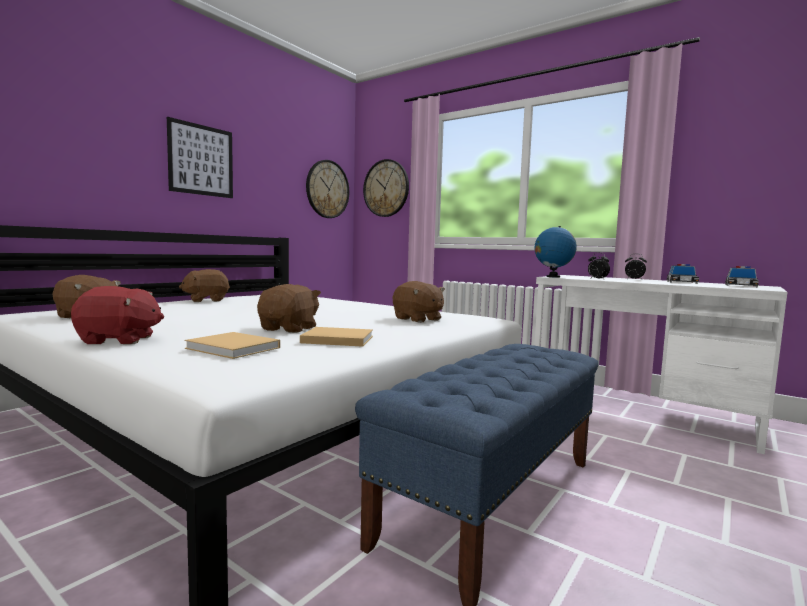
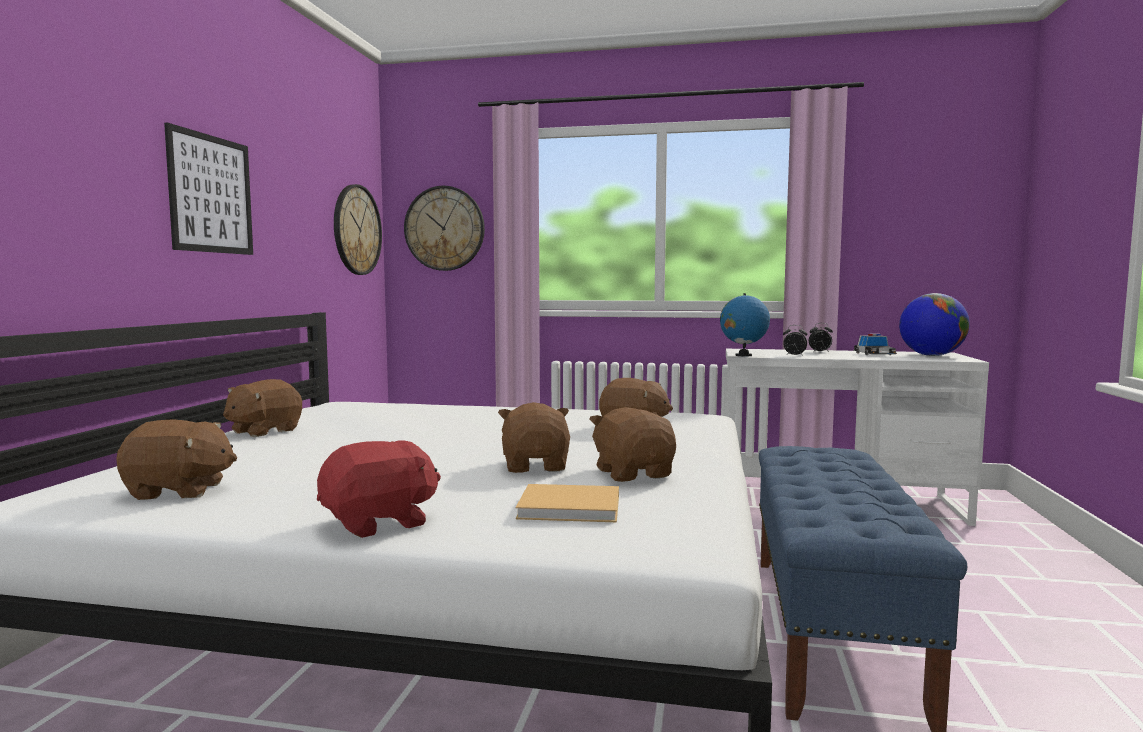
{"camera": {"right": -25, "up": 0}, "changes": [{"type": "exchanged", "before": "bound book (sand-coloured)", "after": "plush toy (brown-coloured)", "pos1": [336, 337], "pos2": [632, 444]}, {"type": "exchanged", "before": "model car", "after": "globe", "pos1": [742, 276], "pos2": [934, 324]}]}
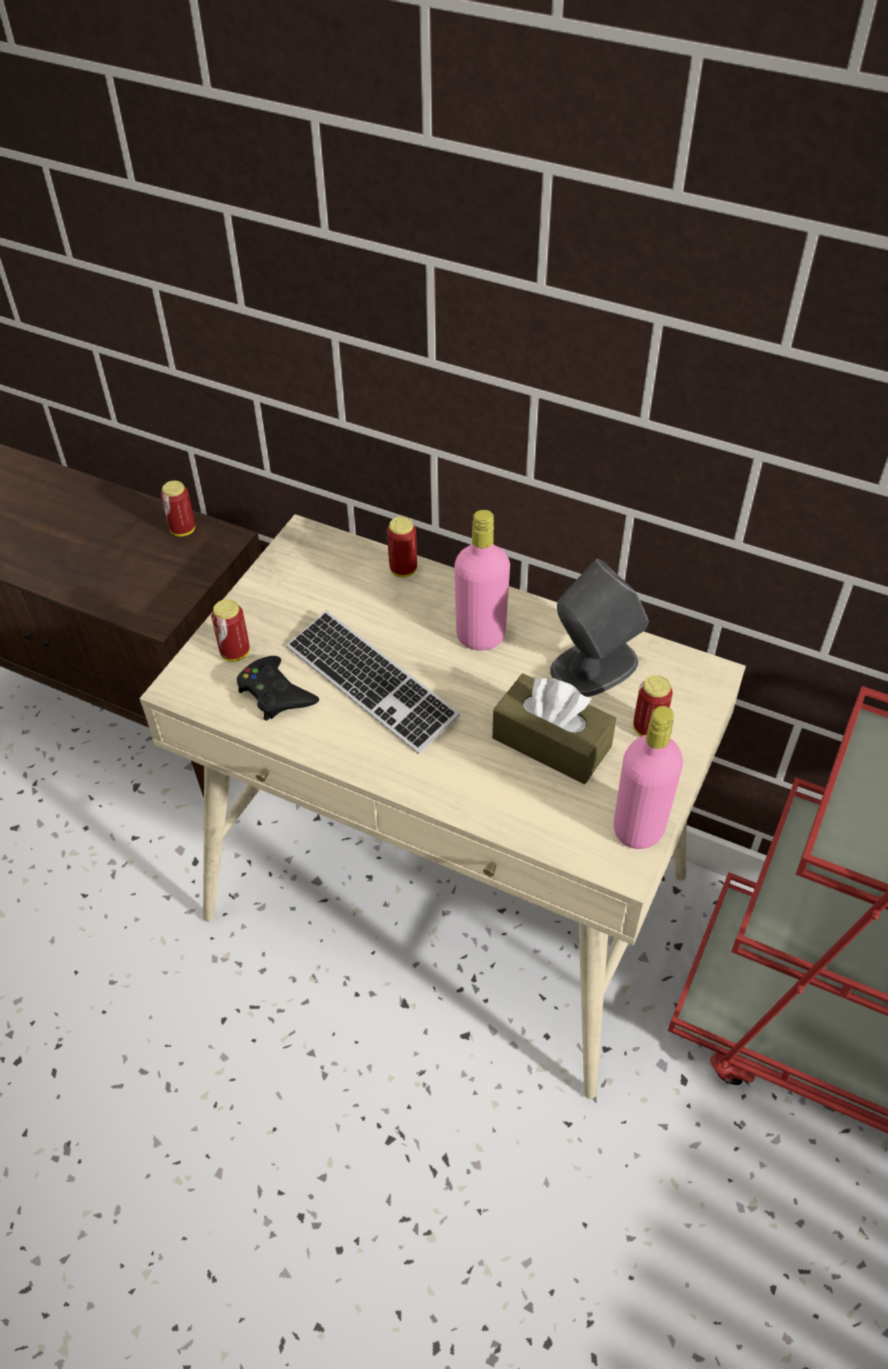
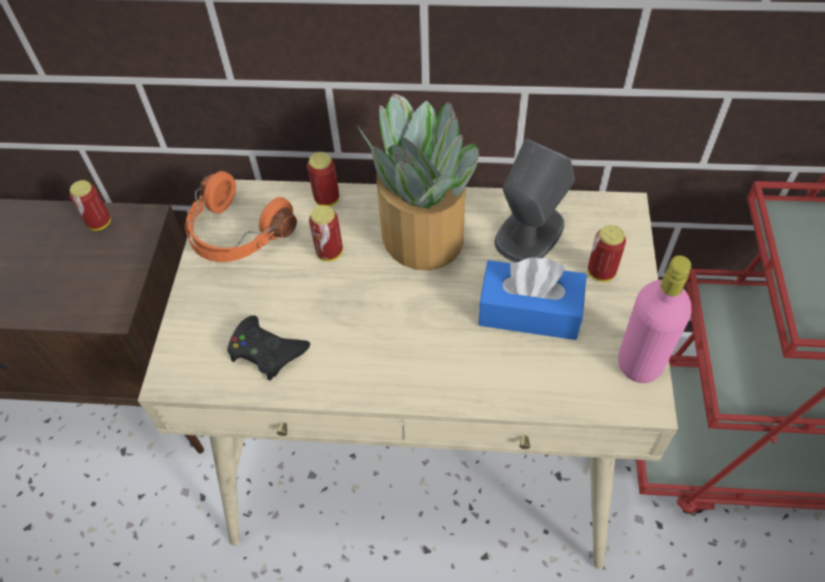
{"camera": {"right": -20, "up": 5}, "changes": [{"type": "appeared", "after": "headset (orange-coloured)", "pos2": [241, 216]}, {"type": "relocated", "before": "can", "pos1": [230, 630], "pos2": [326, 233]}, {"type": "exchanged", "before": "bottle (pink)", "after": "houseplant", "pos1": [482, 580], "pos2": [417, 182]}, {"type": "colour", "before": "box of tissues (brown-coloured)", "after": "box of tissues (blue)", "pos1": [554, 728], "pos2": [532, 298]}, {"type": "missing", "before": "PC keyboard", "pos1": [373, 682]}]}
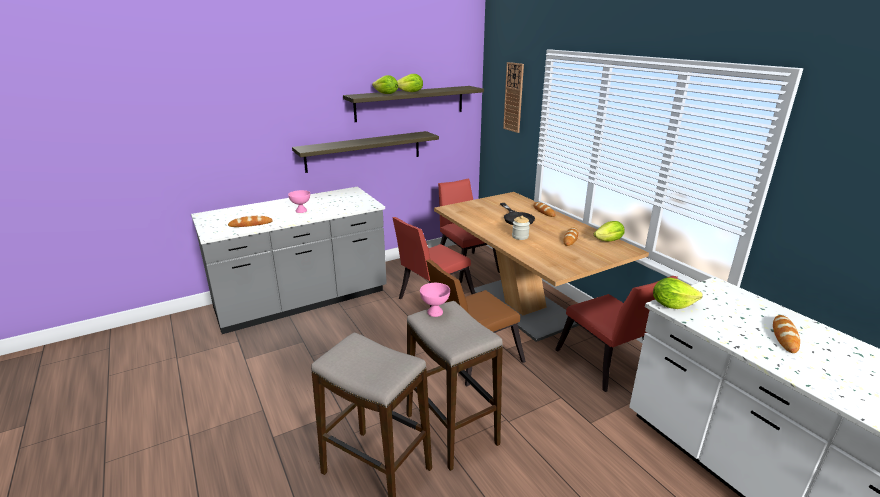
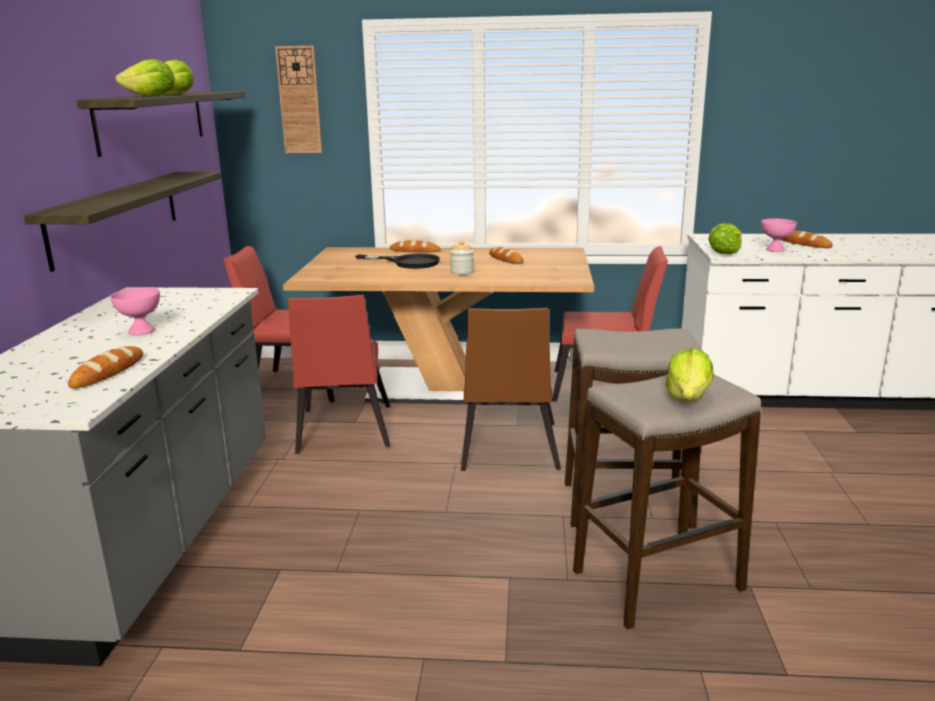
{"camera": {"right": -55, "up": -5}, "changes": [{"type": "relocated", "before": "lettuce head", "pos1": [609, 231], "pos2": [690, 375]}, {"type": "relocated", "before": "bowl (pink)", "pos1": [435, 300], "pos2": [779, 235]}]}
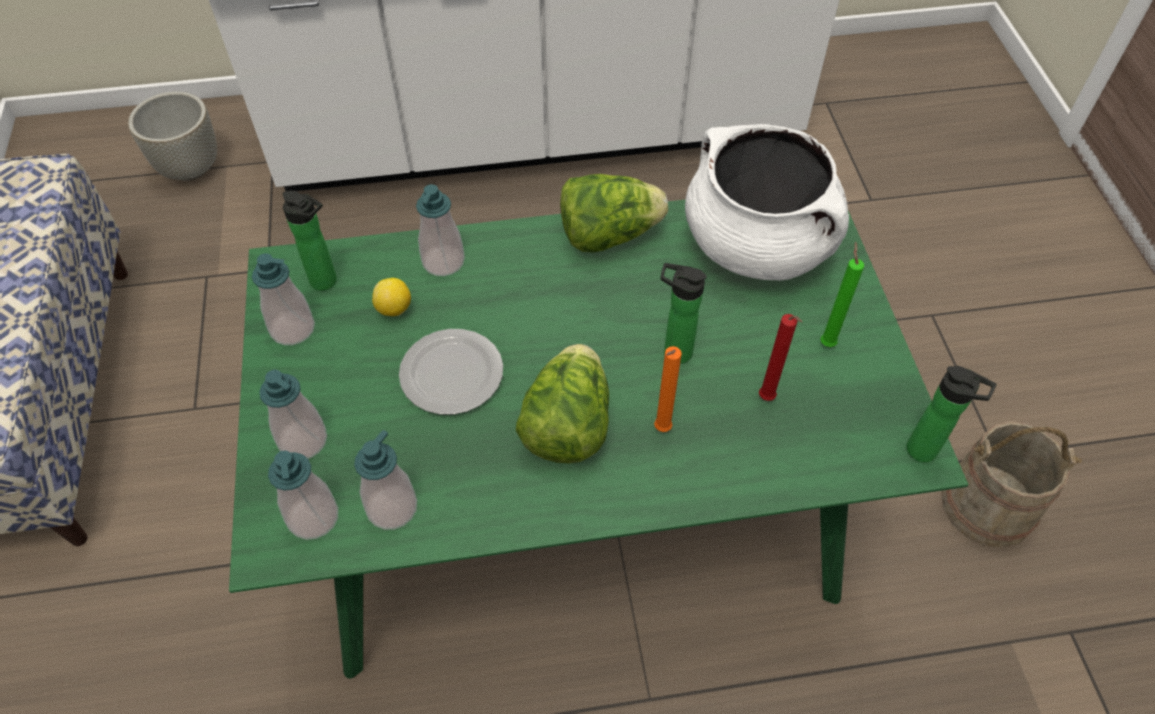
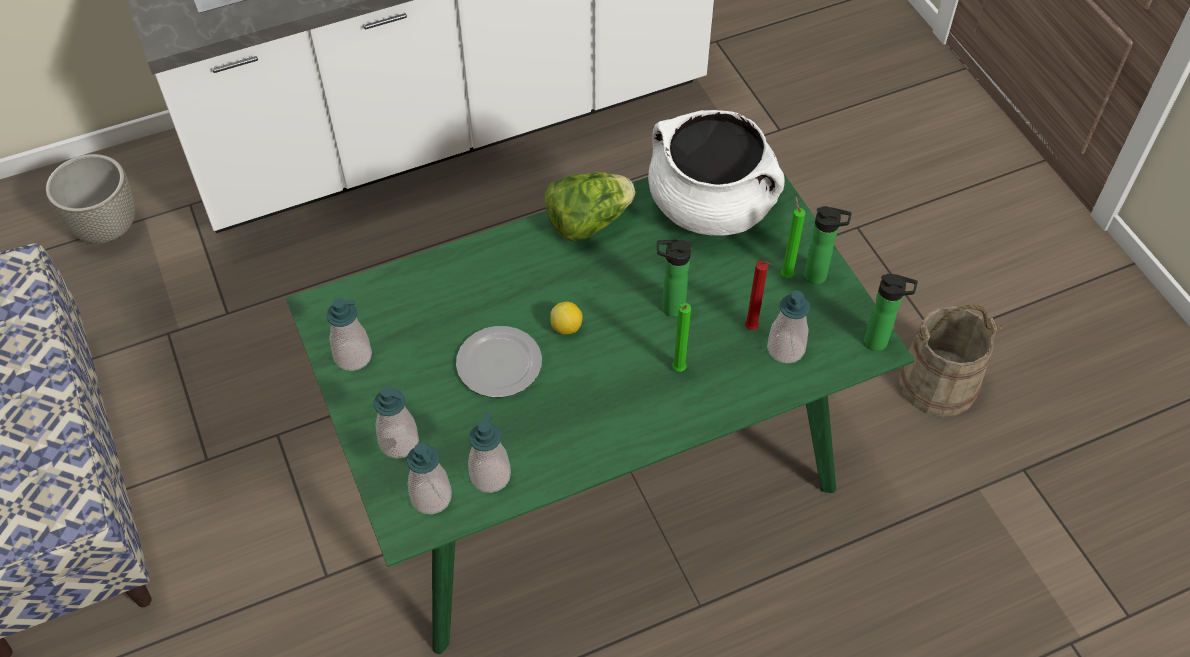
{"camera": {"right": -15, "up": 0}, "changes": [{"type": "relocated", "before": "lemon", "pos1": [391, 297], "pos2": [566, 317]}, {"type": "colour", "before": "wax candle (orange-coloured)", "after": "wax candle (green)", "pos1": [668, 389], "pos2": [681, 337]}, {"type": "relocated", "before": "soap dispenser", "pos1": [440, 230], "pos2": [788, 327]}, {"type": "relocated", "before": "bottle", "pos1": [310, 241], "pos2": [828, 245]}, {"type": "missing", "before": "lettuce head", "pos1": [562, 404]}]}
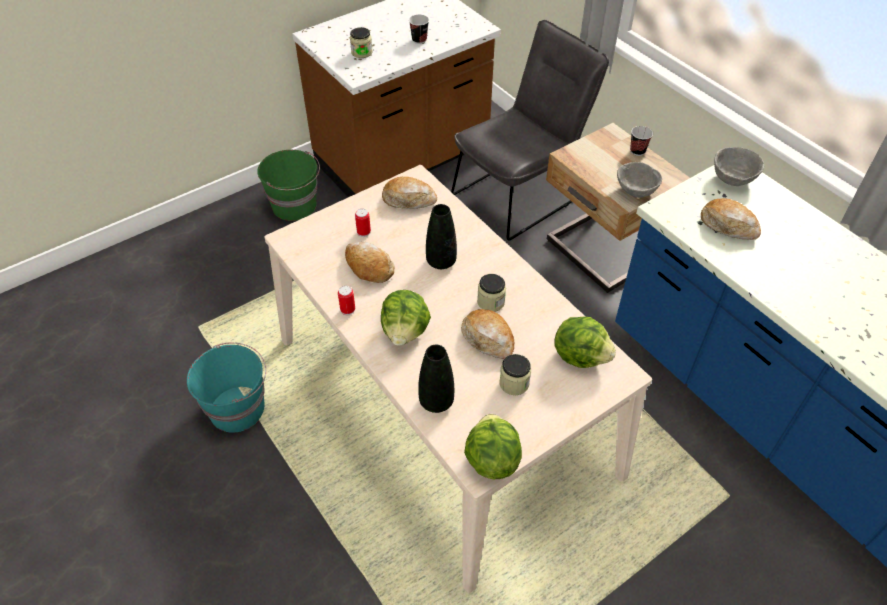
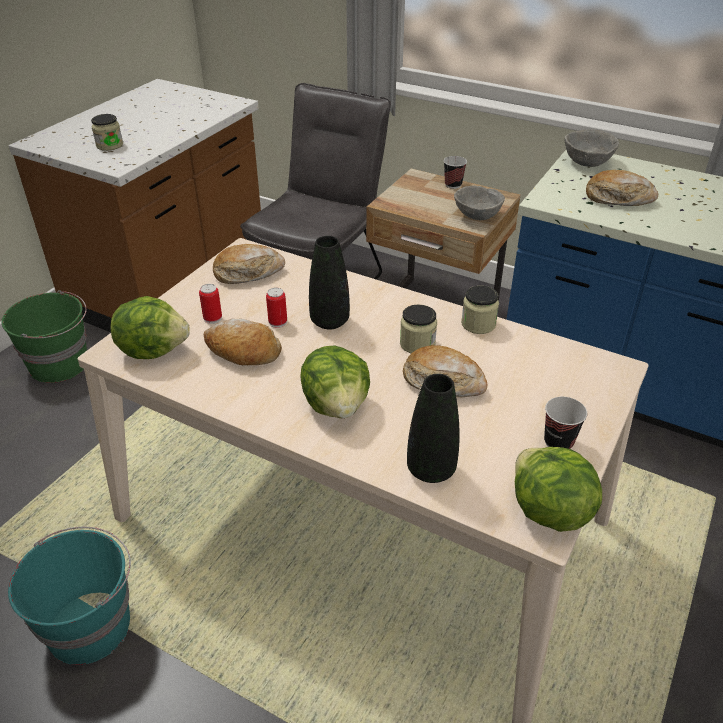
{"camera": {"right": -25, "up": -10}, "changes": [{"type": "relocated", "before": "lettuce head", "pos1": [585, 342], "pos2": [150, 327]}, {"type": "relocated", "before": "can", "pos1": [346, 300], "pos2": [276, 307]}, {"type": "relocated", "before": "jar", "pos1": [515, 374], "pos2": [480, 310]}, {"type": "relocated", "before": "cup", "pos1": [419, 29], "pos2": [565, 423]}]}
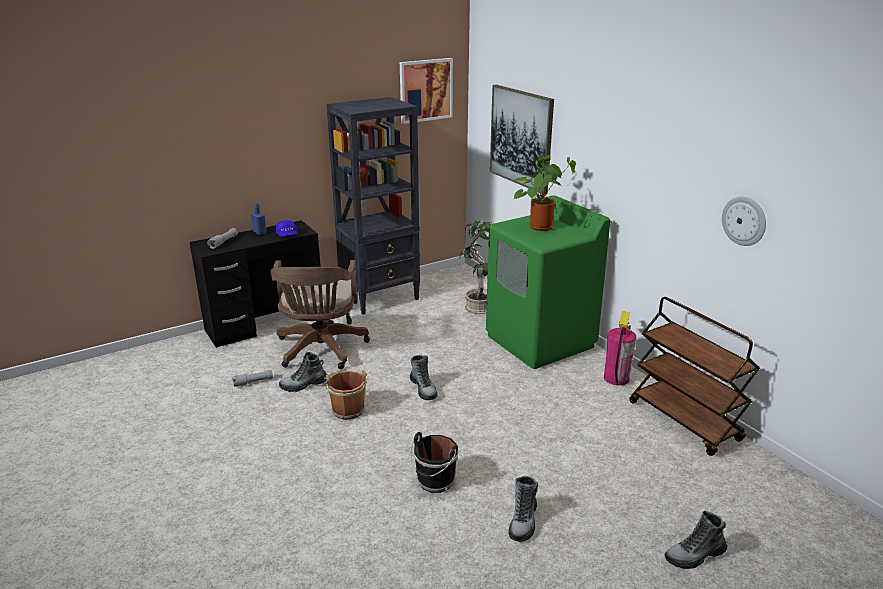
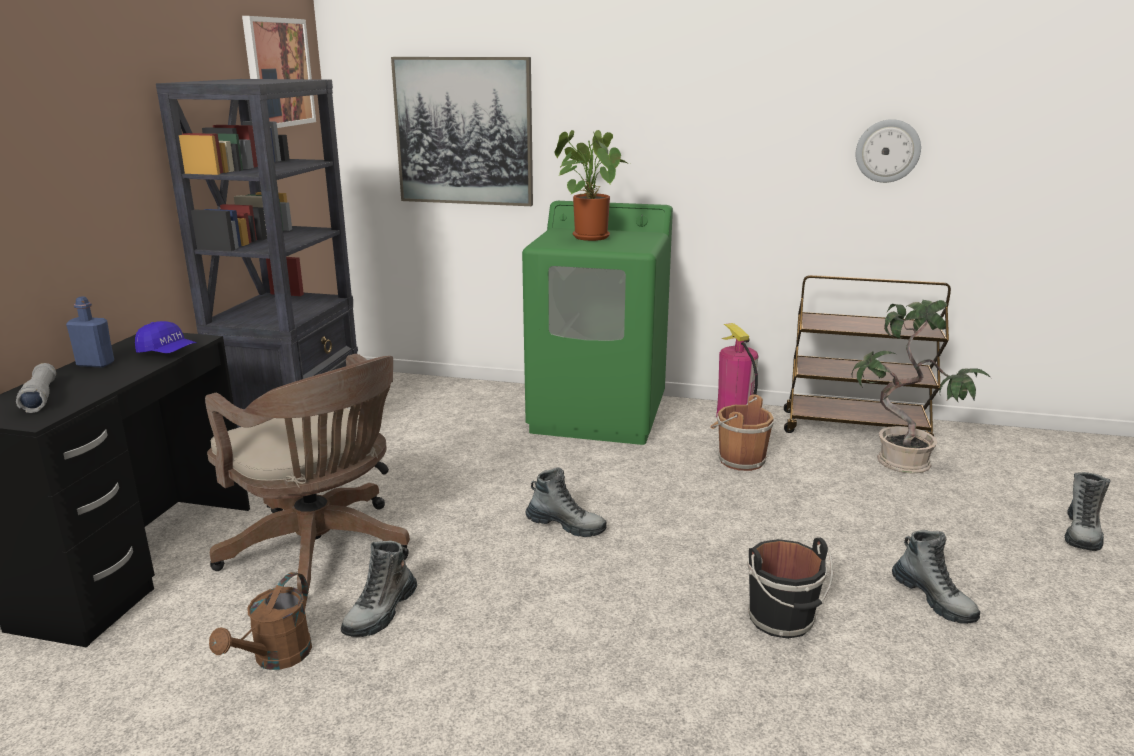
{"camera": {"right": -45, "up": -5}, "changes": [{"type": "exchanged", "before": "hand torch (greyish)", "after": "sprinkling can (brown-coloured)", "pos1": [252, 378], "pos2": [260, 621]}, {"type": "relocated", "before": "water bucket (brown-coloured)", "pos1": [345, 395], "pos2": [742, 432]}, {"type": "relocated", "before": "houseplant", "pos1": [476, 267], "pos2": [921, 387]}]}
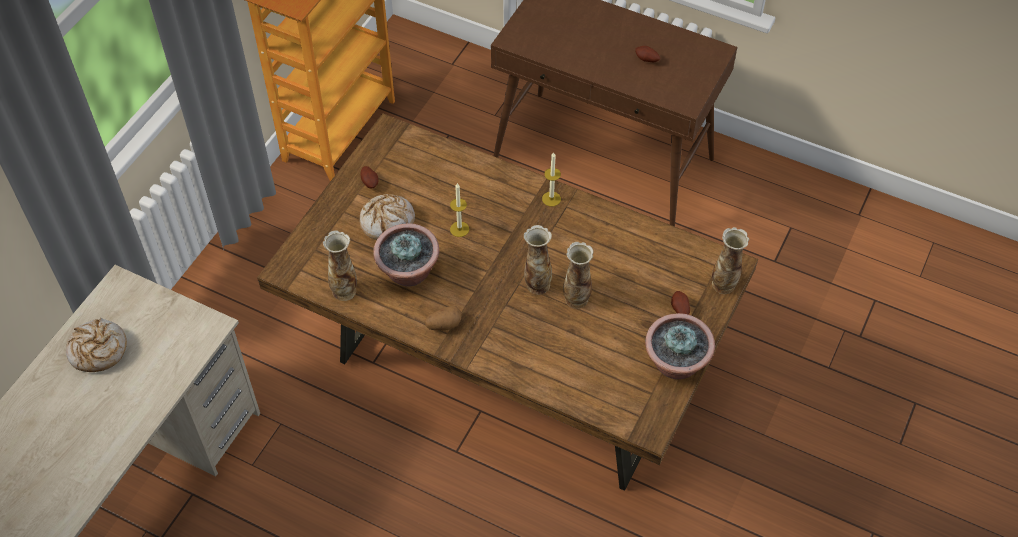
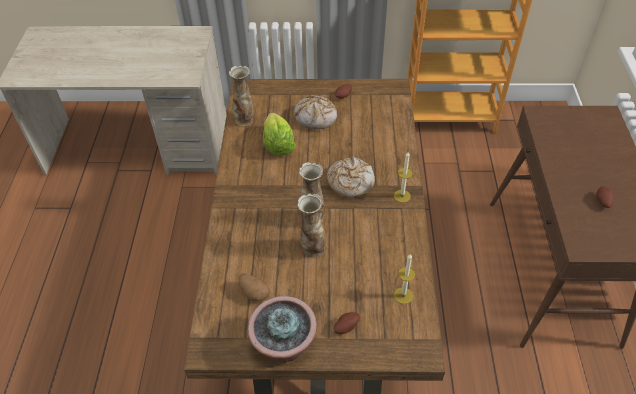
{"camera": {"right": 65, "up": -5}, "changes": [{"type": "relocated", "before": "whole potato", "pos1": [443, 318], "pos2": [254, 287]}, {"type": "exchanged", "before": "houseplant", "after": "lettuce head", "pos1": [406, 254], "pos2": [279, 134]}, {"type": "relocated", "before": "baked bread", "pos1": [96, 345], "pos2": [351, 176]}, {"type": "relocated", "before": "wax candle", "pos1": [459, 210], "pos2": [405, 278]}, {"type": "missing", "before": "decorative vase", "pos1": [730, 260]}]}
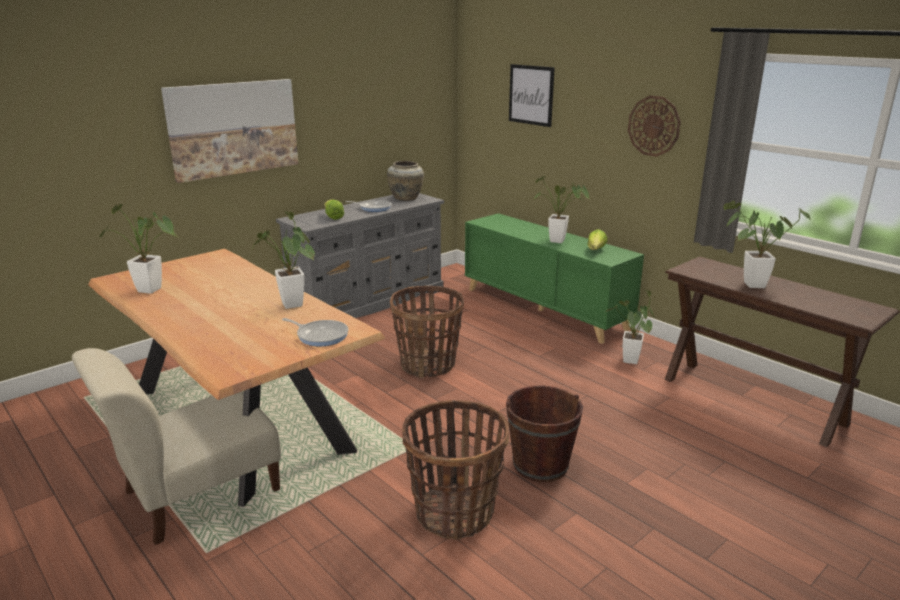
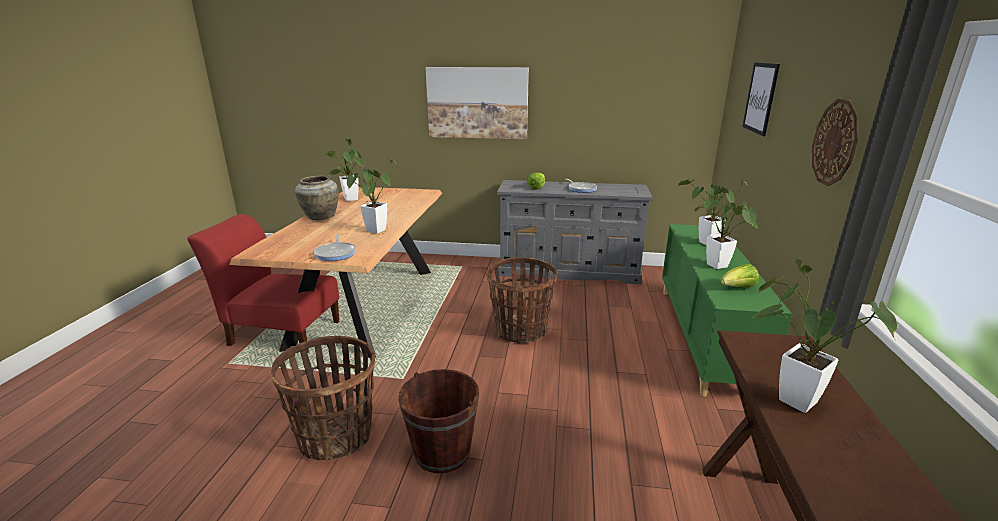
{"camera": {"right": 50, "up": 0}, "changes": [{"type": "colour", "before": "plain chair (sand-coloured)", "after": "plain chair (red)", "pos1": [176, 446], "pos2": [263, 283]}, {"type": "relocated", "before": "decorative vase (sand-coloured)", "pos1": [405, 181], "pos2": [317, 198]}, {"type": "relocated", "before": "houseplant", "pos1": [629, 326], "pos2": [713, 211]}]}
